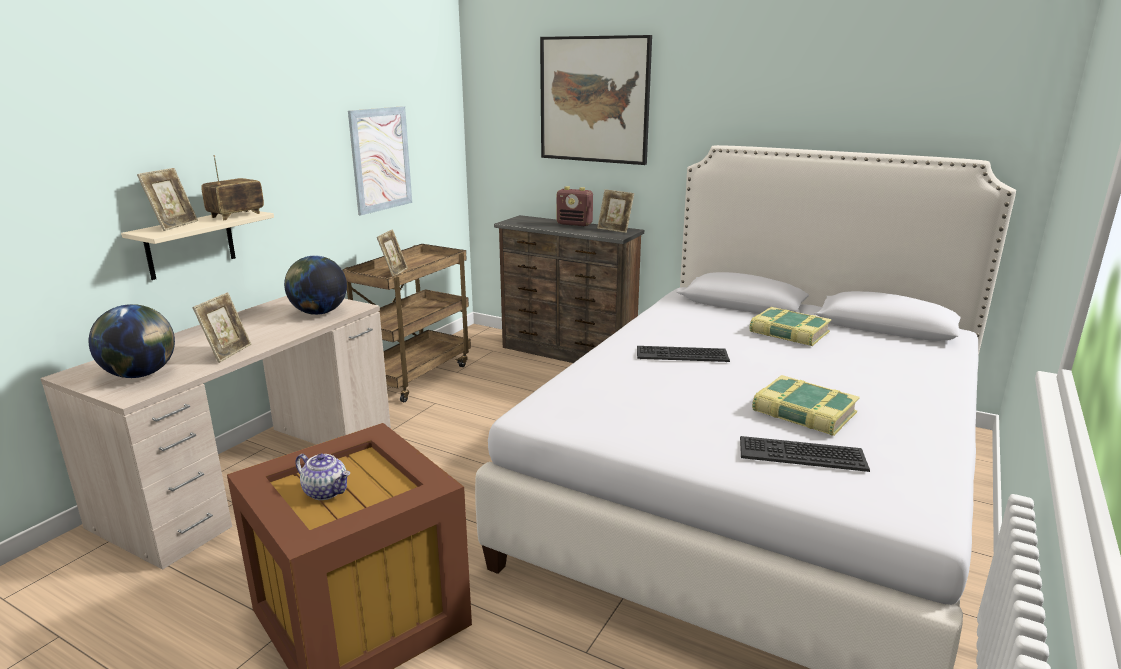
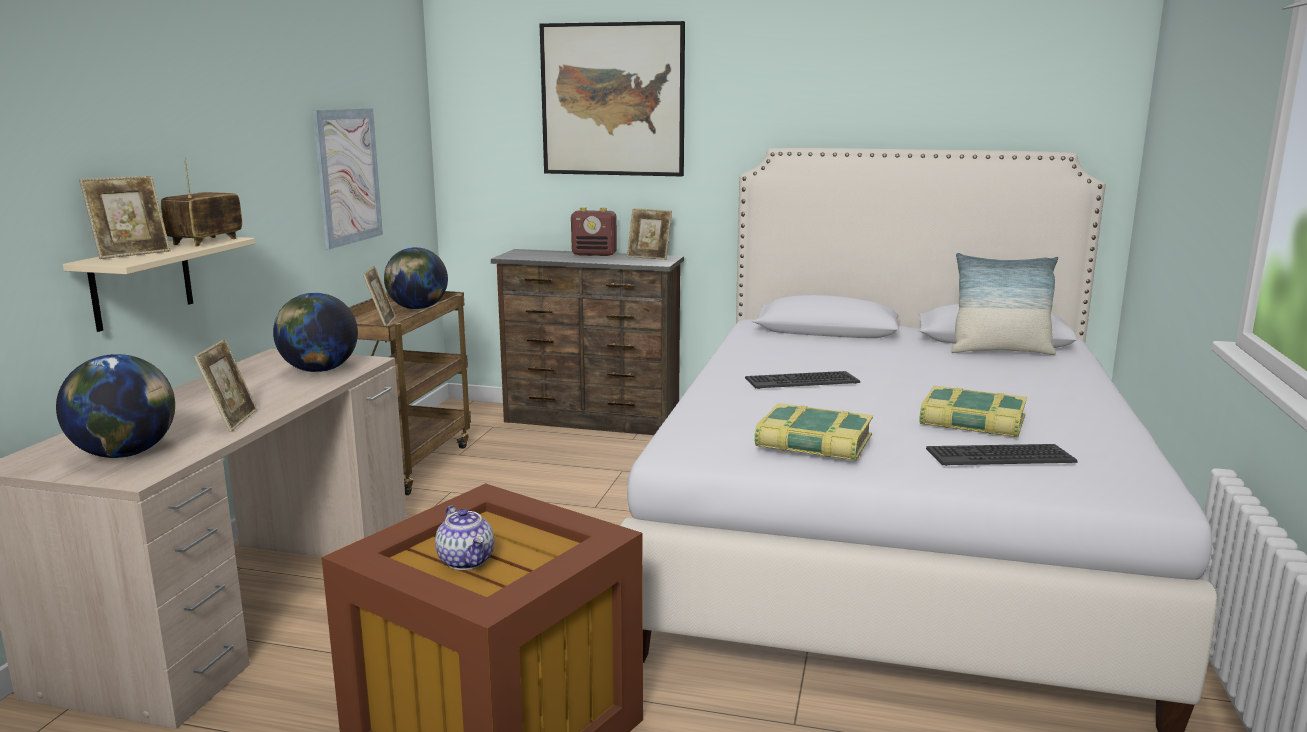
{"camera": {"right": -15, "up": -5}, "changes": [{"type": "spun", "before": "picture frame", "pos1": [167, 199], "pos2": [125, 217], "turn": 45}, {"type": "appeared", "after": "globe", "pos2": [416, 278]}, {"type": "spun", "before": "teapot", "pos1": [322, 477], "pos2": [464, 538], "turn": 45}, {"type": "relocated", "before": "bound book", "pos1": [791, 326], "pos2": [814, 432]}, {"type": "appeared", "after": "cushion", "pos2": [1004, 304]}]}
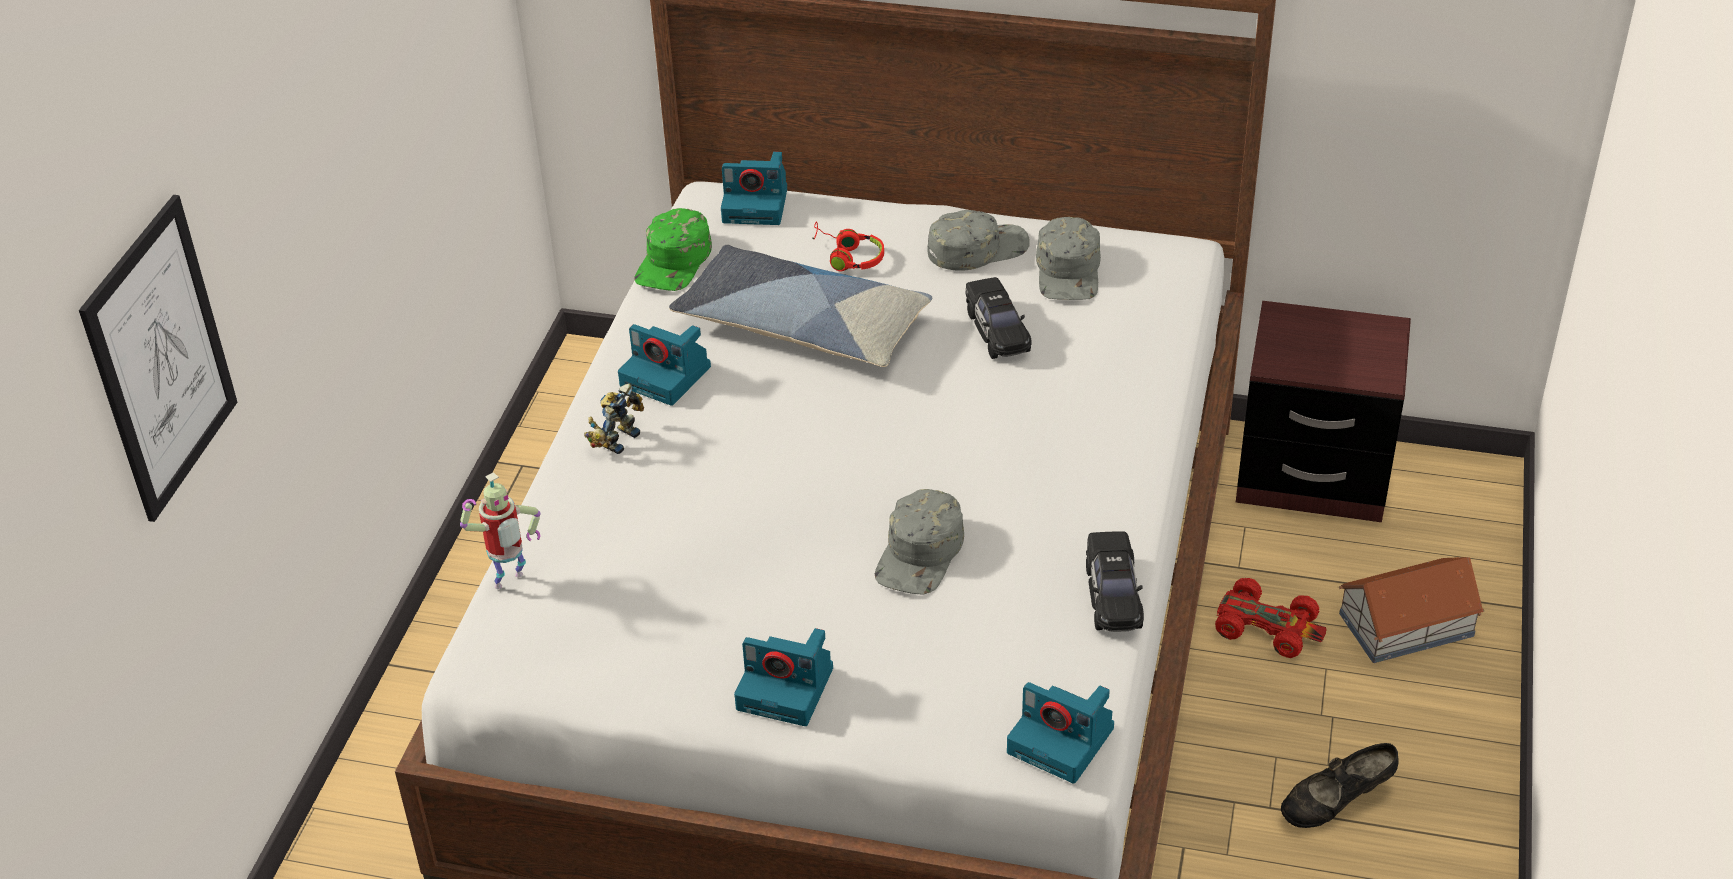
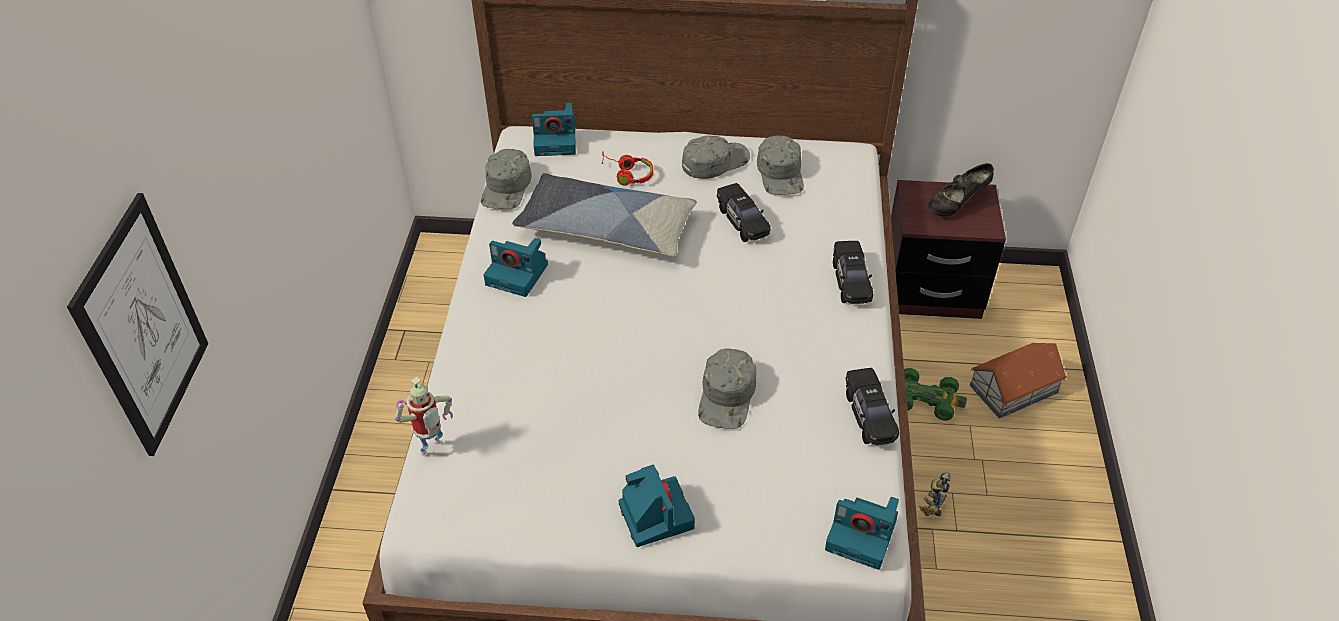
{"camera": {"right": -10, "up": 5}, "changes": [{"type": "colour", "before": "peaked cap (green)", "after": "peaked cap (greyish)", "pos1": [673, 249], "pos2": [506, 179]}, {"type": "spun", "before": "photo camera", "pos1": [783, 677], "pos2": [657, 505], "turn": -120}, {"type": "appeared", "after": "model car (black)", "pos2": [853, 272]}, {"type": "colour", "before": "model car (red)", "after": "model car (green)", "pos1": [1271, 618], "pos2": [935, 394]}, {"type": "relocated", "before": "model robot", "pos1": [614, 419], "pos2": [934, 494]}, {"type": "relocated", "before": "shoe (black)", "pos1": [1340, 785], "pos2": [961, 190]}]}
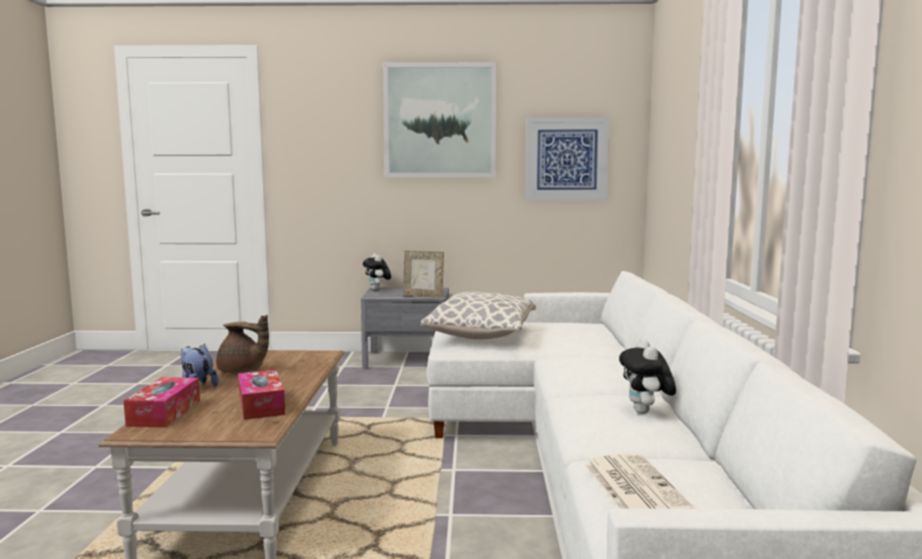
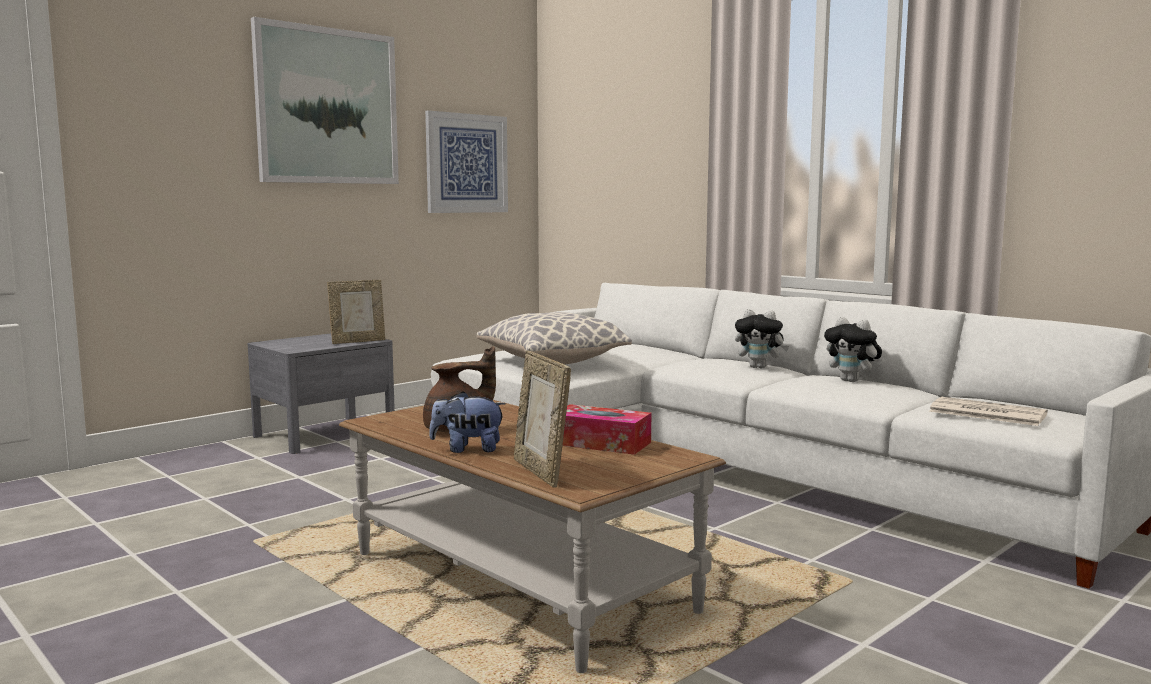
{"camera": {"right": -45, "up": 0}, "changes": [{"type": "exchanged", "before": "box of tissues", "after": "picture frame", "pos1": [162, 402], "pos2": [542, 419]}, {"type": "relocated", "before": "plush toy", "pos1": [377, 271], "pos2": [762, 338]}]}
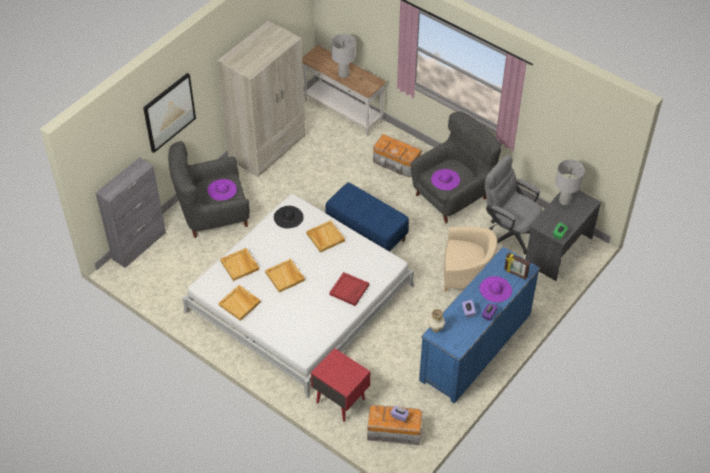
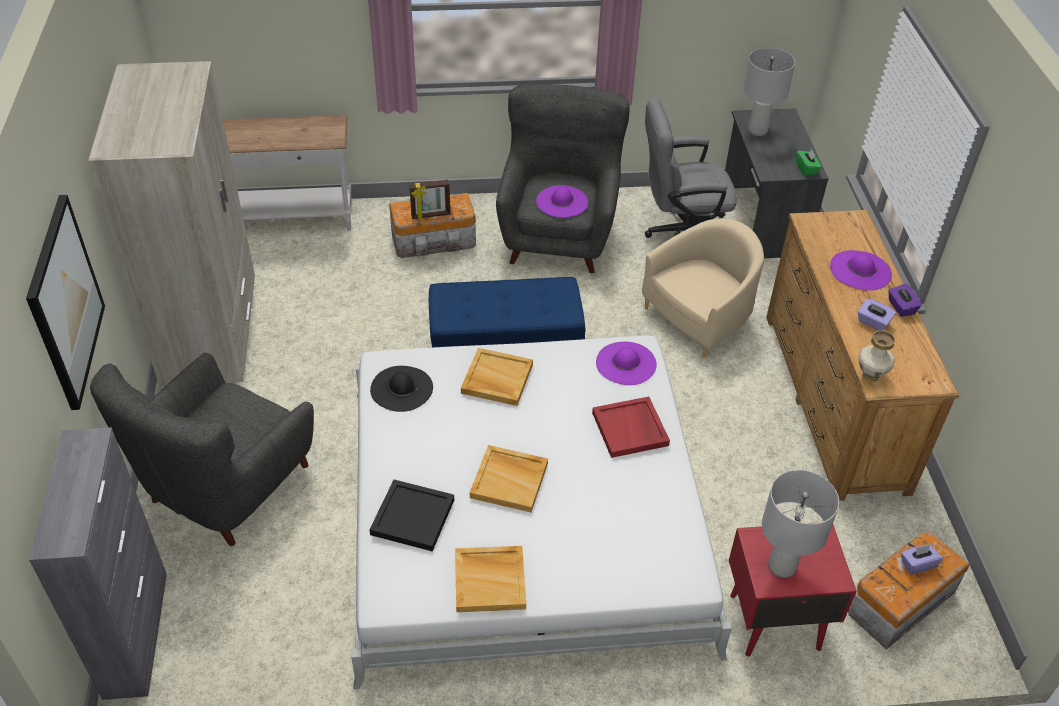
{"camera": {"right": -45, "up": -5}, "changes": [{"type": "colour", "before": "carrying tray (sand-coloured)", "after": "carrying tray (black)", "pos1": [239, 264], "pos2": [411, 516]}, {"type": "relocated", "before": "picture frame", "pos1": [517, 266], "pos2": [429, 199]}, {"type": "relocated", "before": "wearable hat (purple)", "pos1": [222, 190], "pos2": [626, 363]}, {"type": "relocated", "before": "table lamp (greyish)", "pos1": [343, 56], "pos2": [800, 524]}, {"type": "colour", "before": "chest of drawers (blue)", "after": "chest of drawers (brown-coloured)", "pos1": [479, 325], "pos2": [862, 355]}]}
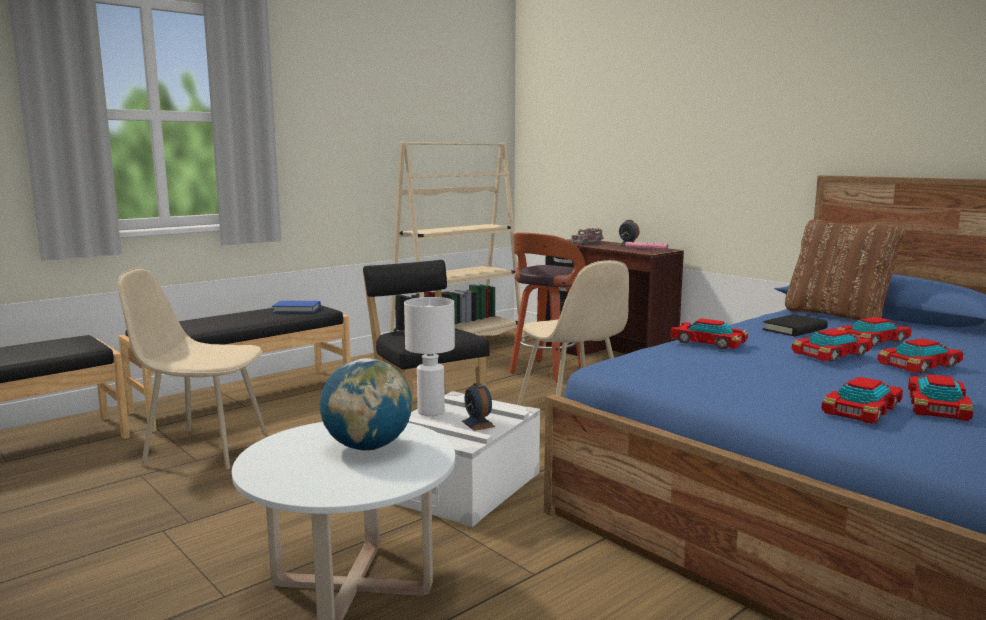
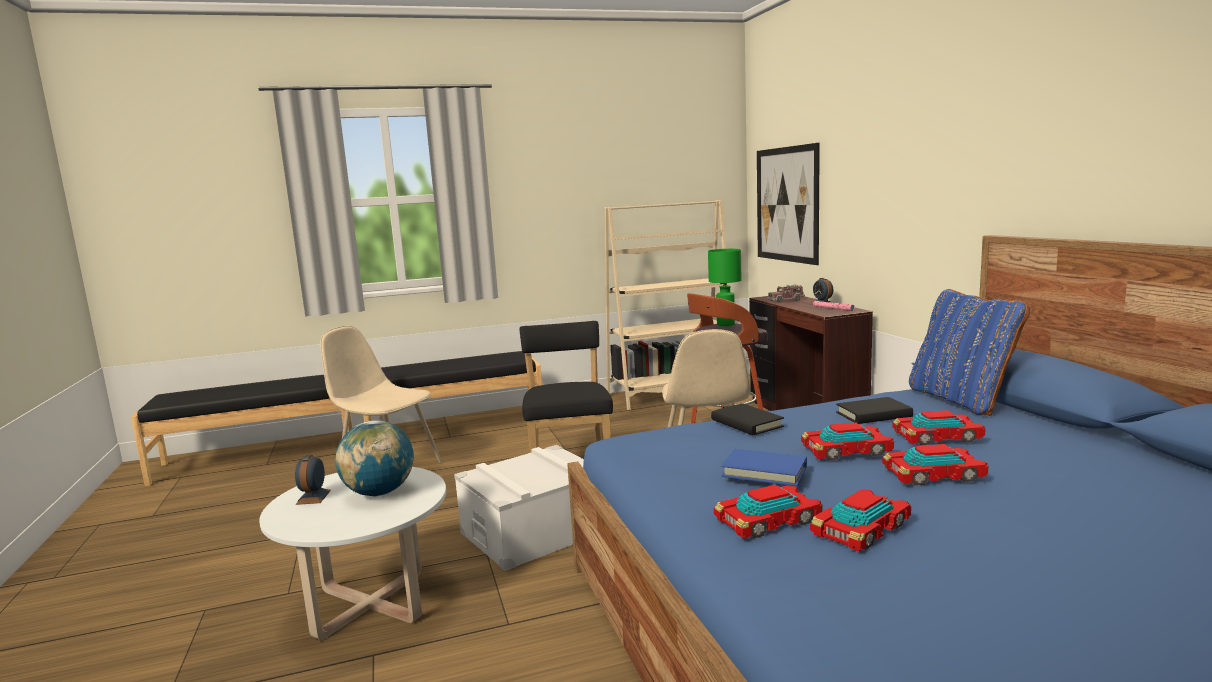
{"camera": {"right": 25, "up": 0}, "changes": [{"type": "relocated", "before": "alarm clock", "pos1": [478, 407], "pos2": [313, 480]}, {"type": "appeared", "after": "table lamp (green)", "pos2": [724, 287]}, {"type": "exchanged", "before": "model car", "after": "bound book (black)", "pos1": [709, 333], "pos2": [747, 419]}, {"type": "relocated", "before": "bound book (blue)", "pos1": [296, 307], "pos2": [764, 467]}, {"type": "appeared", "after": "wall picture", "pos2": [788, 204]}, {"type": "colour", "before": "cushion (brown-coloured)", "after": "cushion (blue)", "pos1": [845, 270], "pos2": [969, 352]}, {"type": "missing", "before": "table lamp (white)", "pos1": [429, 356]}]}
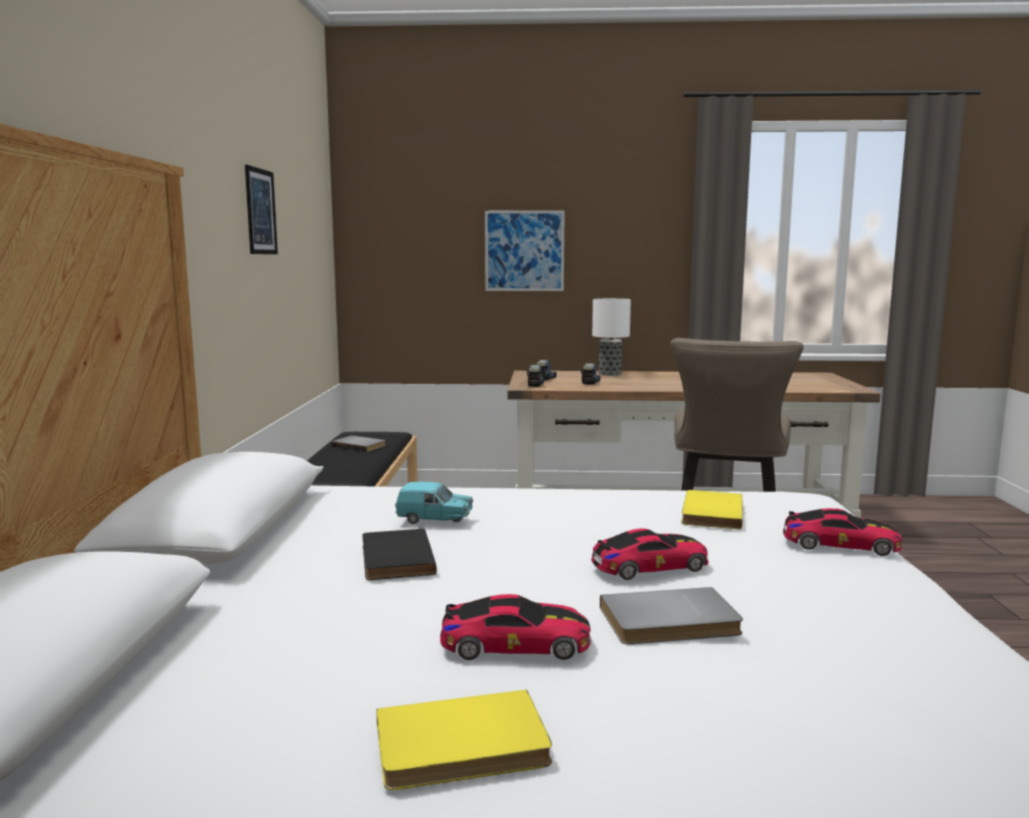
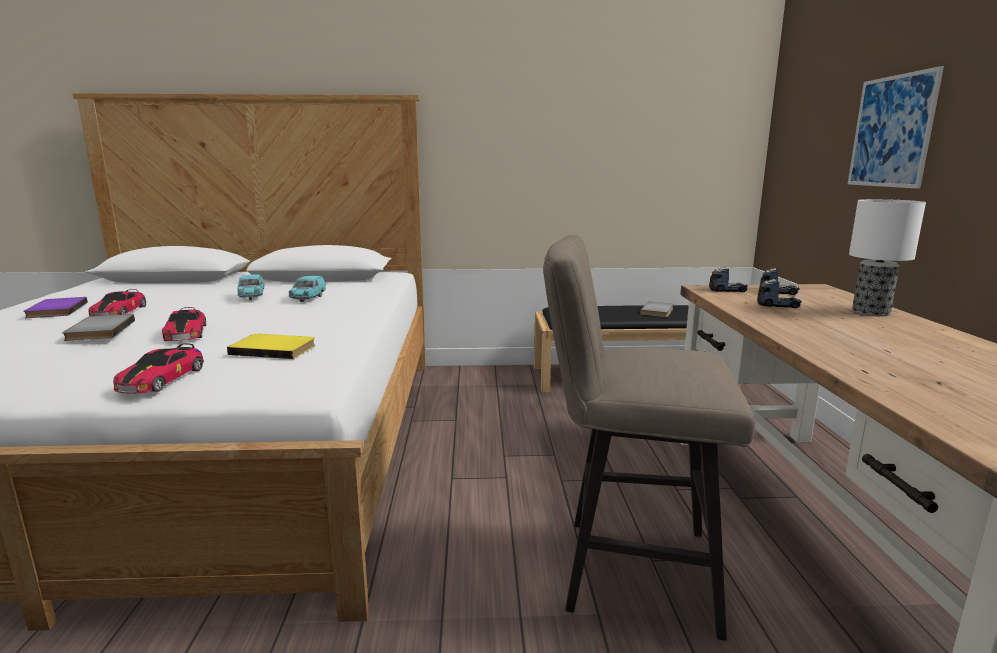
{"camera": {"right": 85, "up": 5}, "changes": [{"type": "colour", "before": "bound book (yellow)", "after": "bound book (purple)", "pos1": [464, 740], "pos2": [55, 307]}, {"type": "exchanged", "before": "bound book (black)", "after": "model car (turquoise-coloured)", "pos1": [399, 554], "pos2": [251, 287]}, {"type": "missing", "before": "wall picture", "pos1": [261, 209]}]}
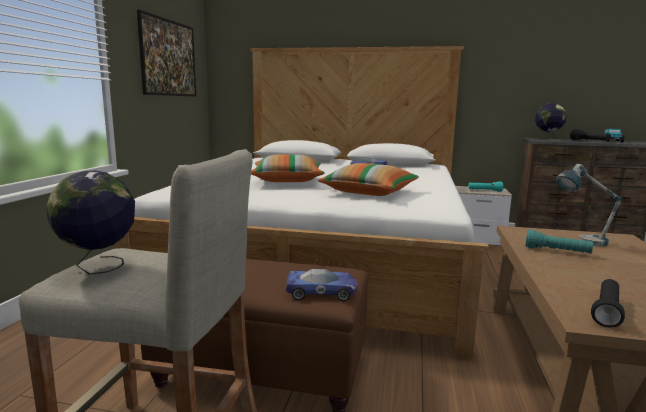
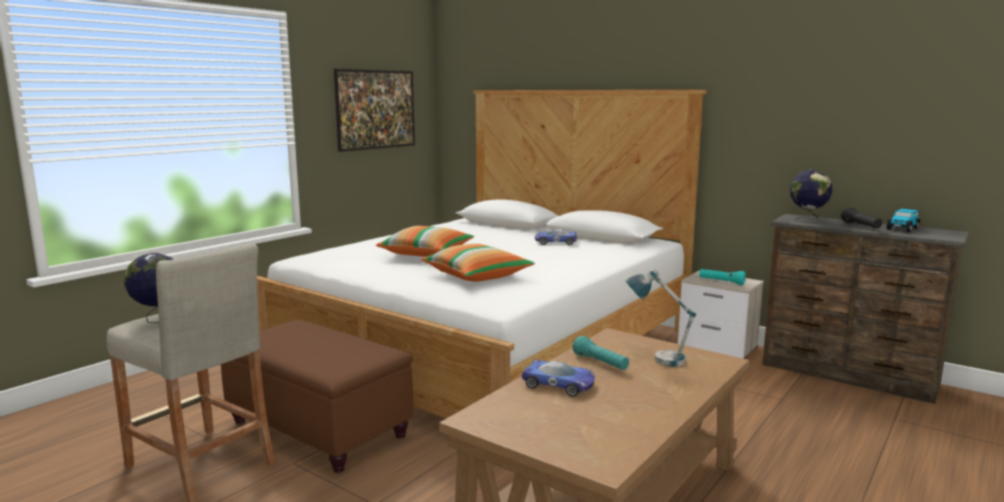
{"camera": {"right": 25, "up": 0}, "changes": [{"type": "relocated", "before": "model car", "pos1": [322, 285], "pos2": [558, 378]}, {"type": "missing", "before": "hand torch (black)", "pos1": [608, 303]}]}
